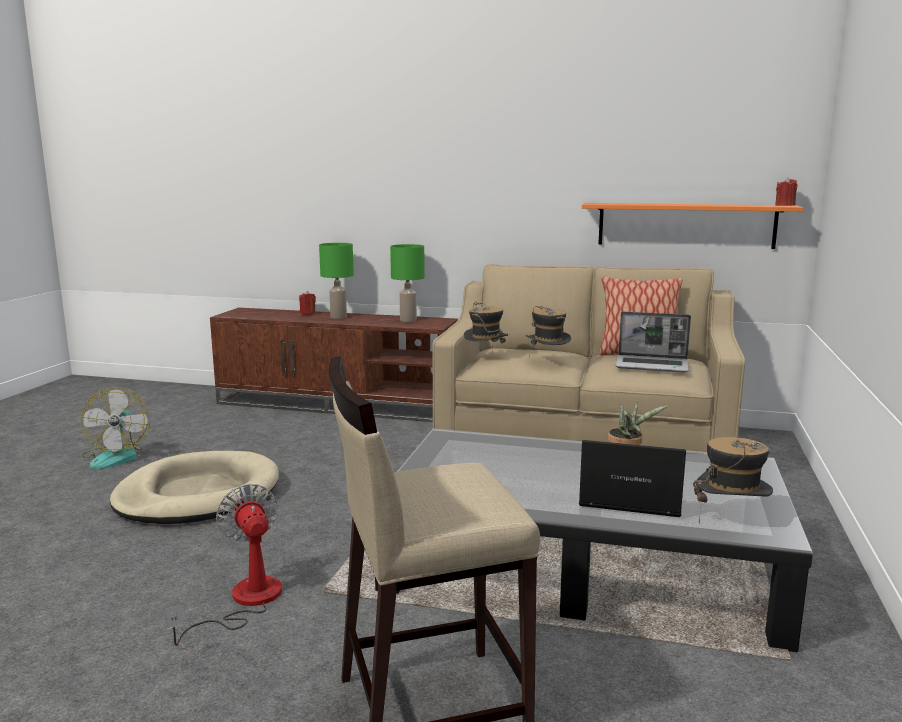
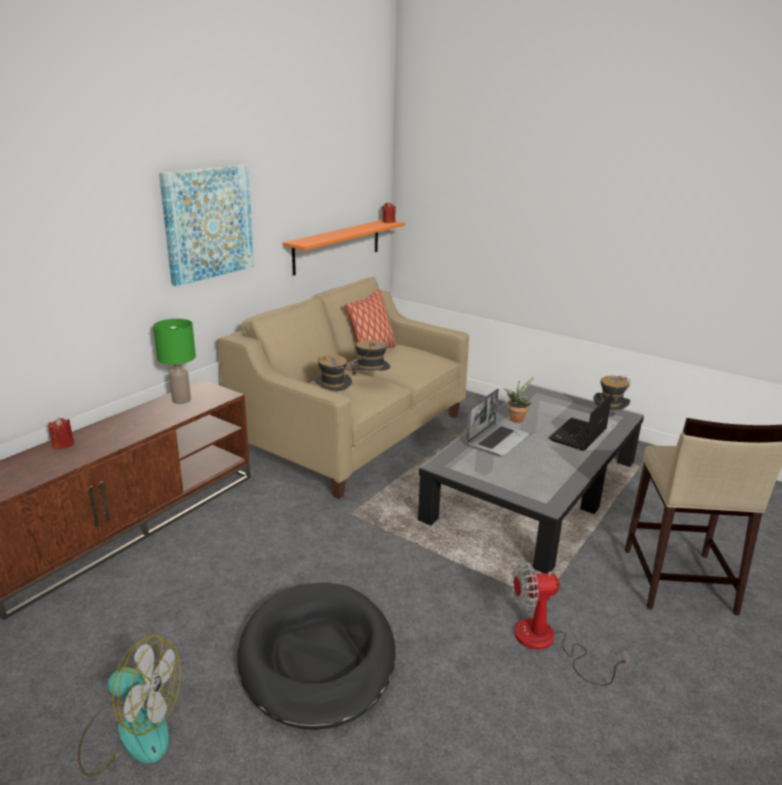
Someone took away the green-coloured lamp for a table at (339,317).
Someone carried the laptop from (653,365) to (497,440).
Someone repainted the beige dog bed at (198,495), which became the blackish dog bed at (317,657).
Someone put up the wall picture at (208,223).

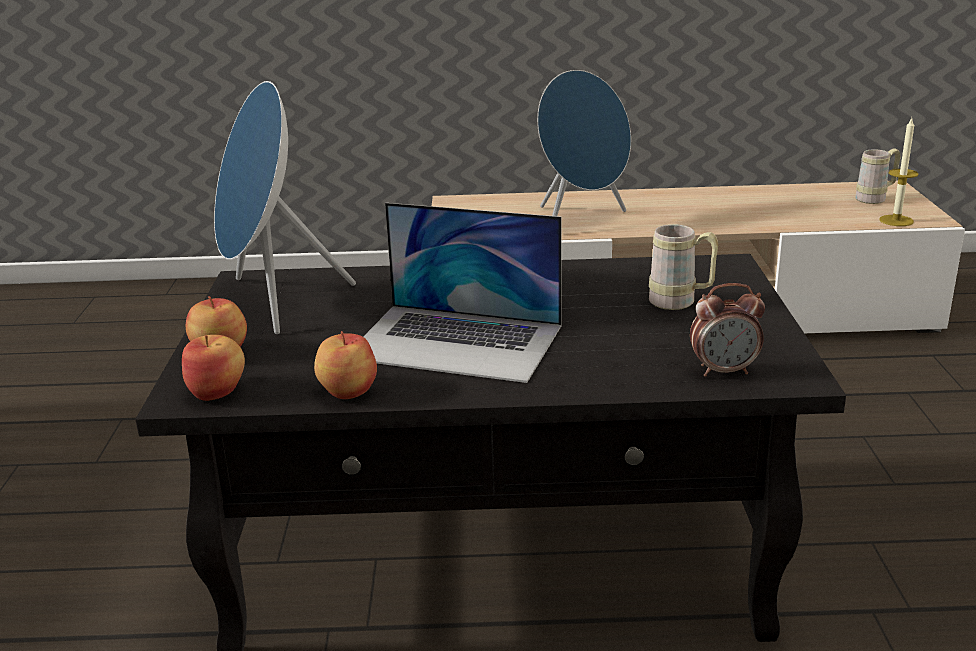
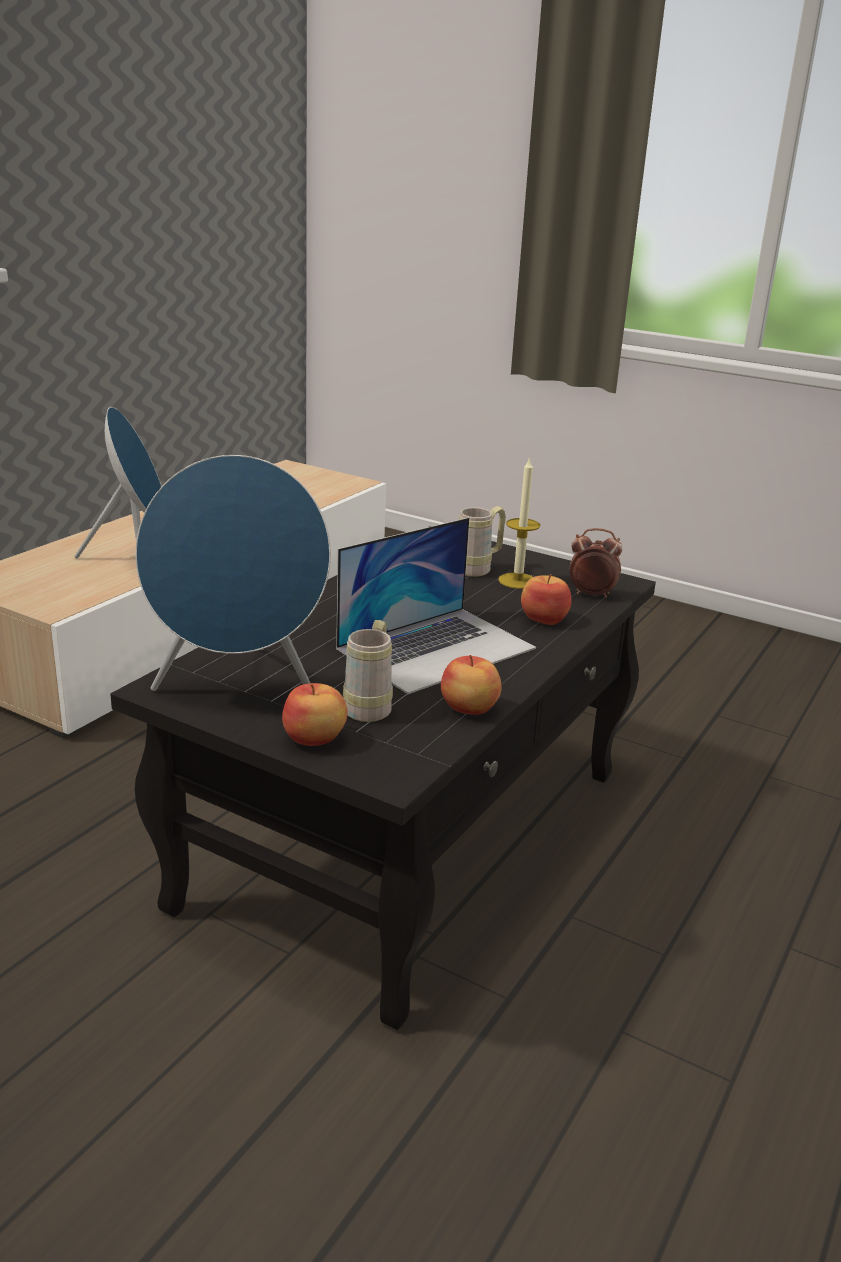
Someone carried the wax light from (896,220) to (517,581).
Someone carried the beige mug from (875,199) to (370,705).
Someone rotated the table clock at (724,371) by 105 degrees counterclockwise.
Someone carried the whole apple from (217,391) to (544,619).

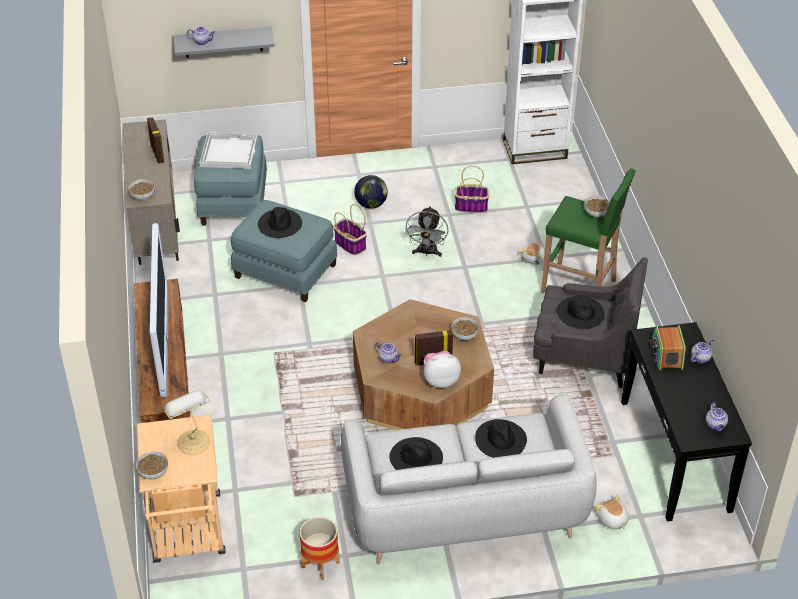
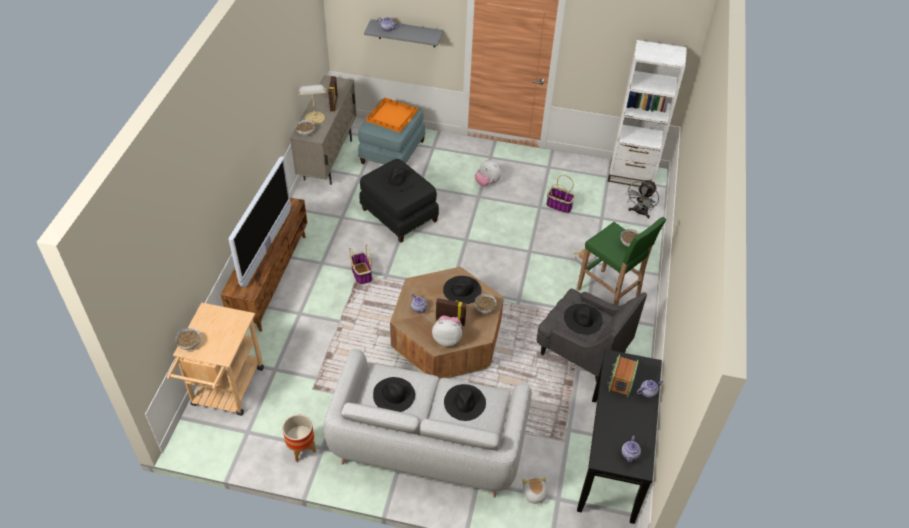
Someone repainted the white tray at (228,152), which became the orangey tray at (392,115).
Someone swapped the desk globe at (371,204) for the soft toy at (487,182).
Someone repainted the bluish pouffe at (284,272), which became the blackish pouffe at (398,215).
Someone carried the basket from (349,244) to (361,273).
Someone carried the grey cooling fan from (427,253) to (639,212).
Someone carried the lamp for a table from (192,441) to (314,117).
Someone put down the blackish wearable hat at (462,290).

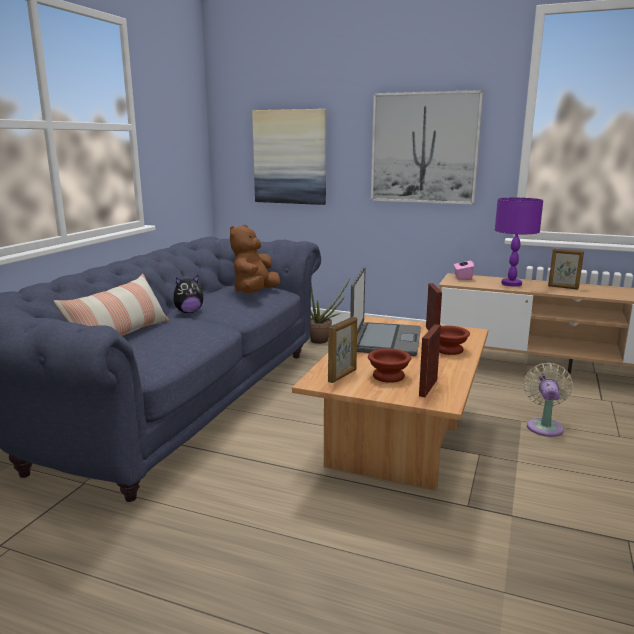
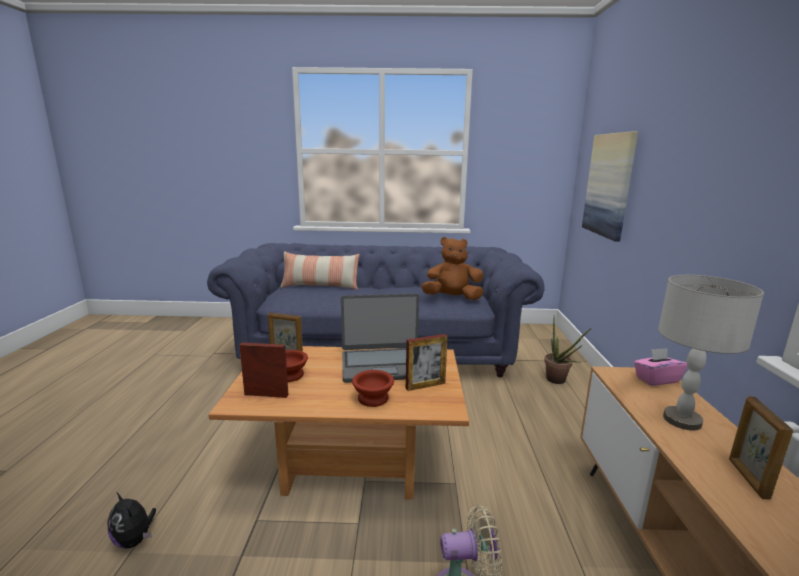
Someone took away the wall picture at (424,148).
Someone repainted the purplish lamp for a table at (511,284), which became the grey lamp for a table at (681,420).
Someone carried the soft toy from (188,312) to (135,540).

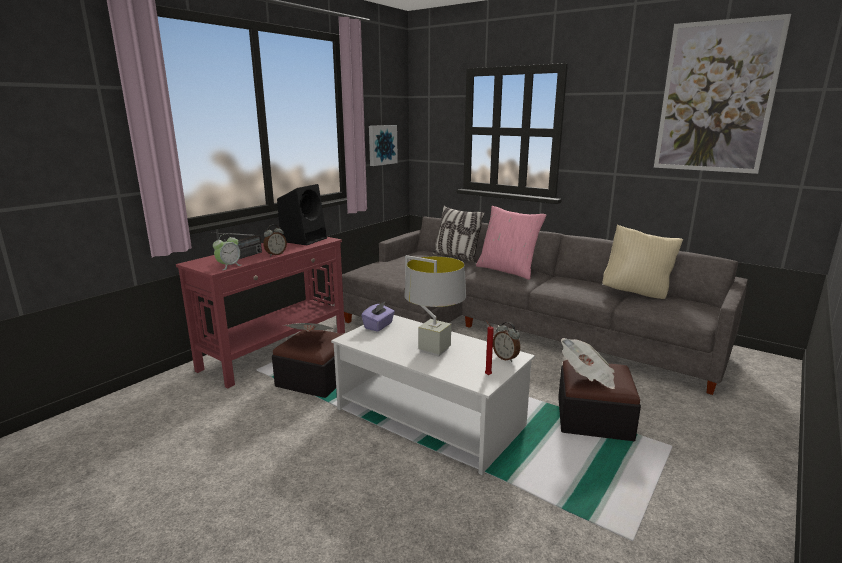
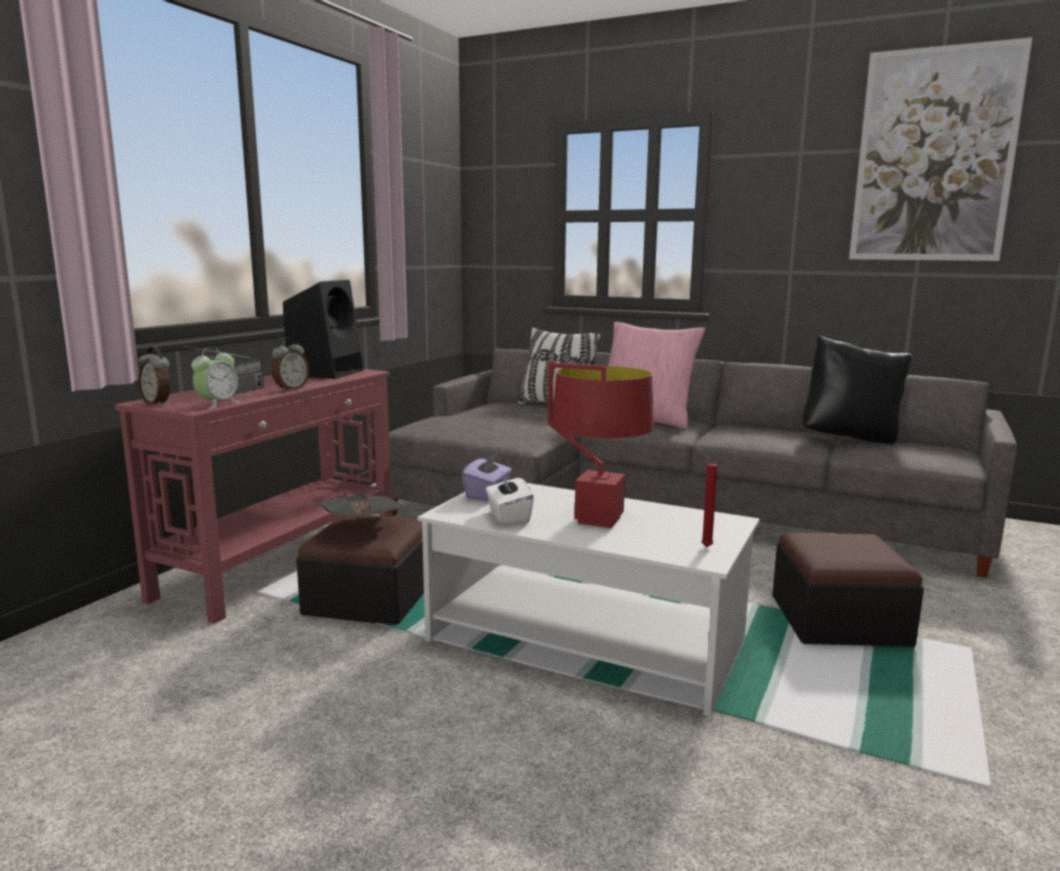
Someone took away the wall picture at (381,145).
Someone repainted the beige cushion at (636,293), which became the blackish cushion at (850,439).
Someone repainted the grey lamp for a table at (434,350), which became the red lamp for a table at (598,520).
Someone carried the table clock from (506,358) to (158,404).
Someone took away the daily paper at (587,376).
Someone put down the white tissue box at (508,517).

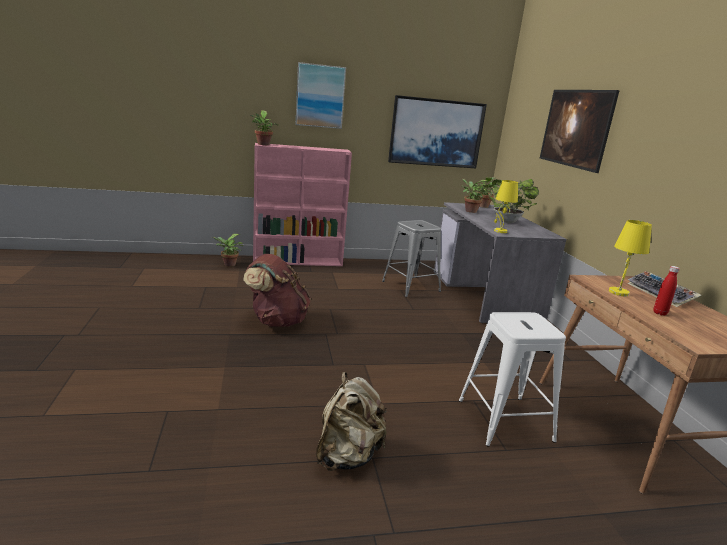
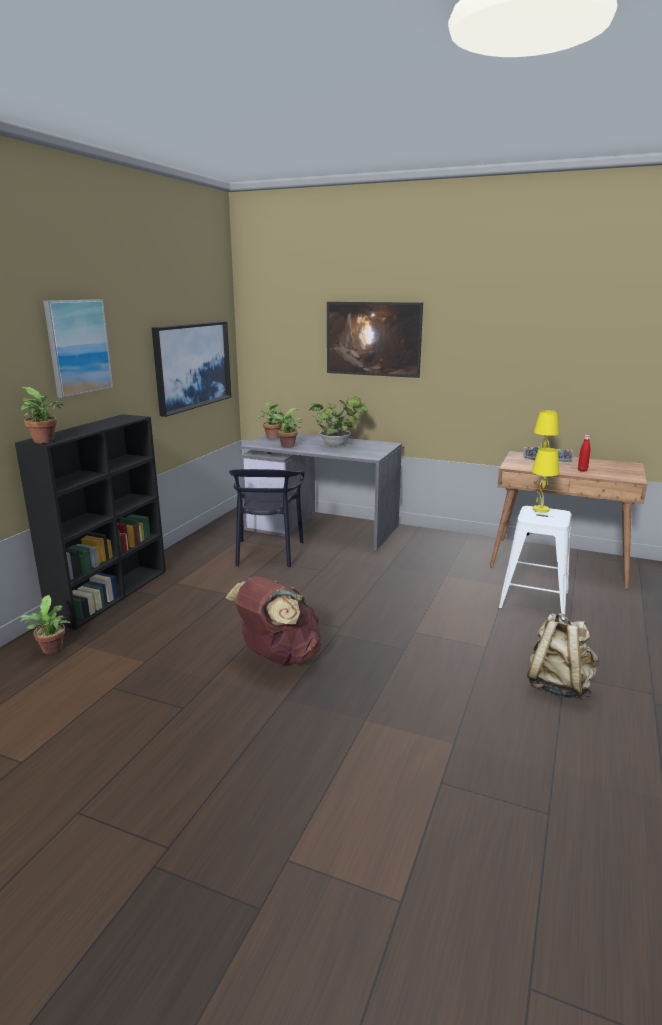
Someone repainted the pink-coloured bookshelf at (298,261), which became the blackish bookshelf at (111,594).
Someone carried the yellow lamp for a table from (500,231) to (540,510).
Someone swapped the grey stool seat at (411,286) for the blackish upright chair at (267,553).

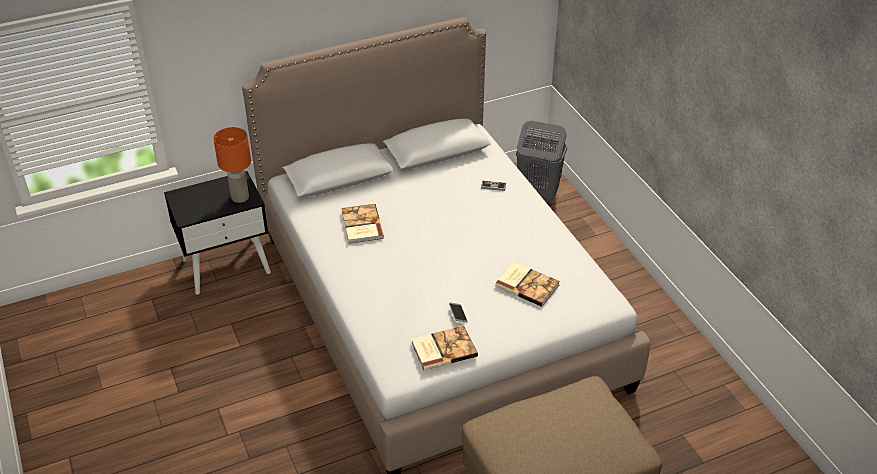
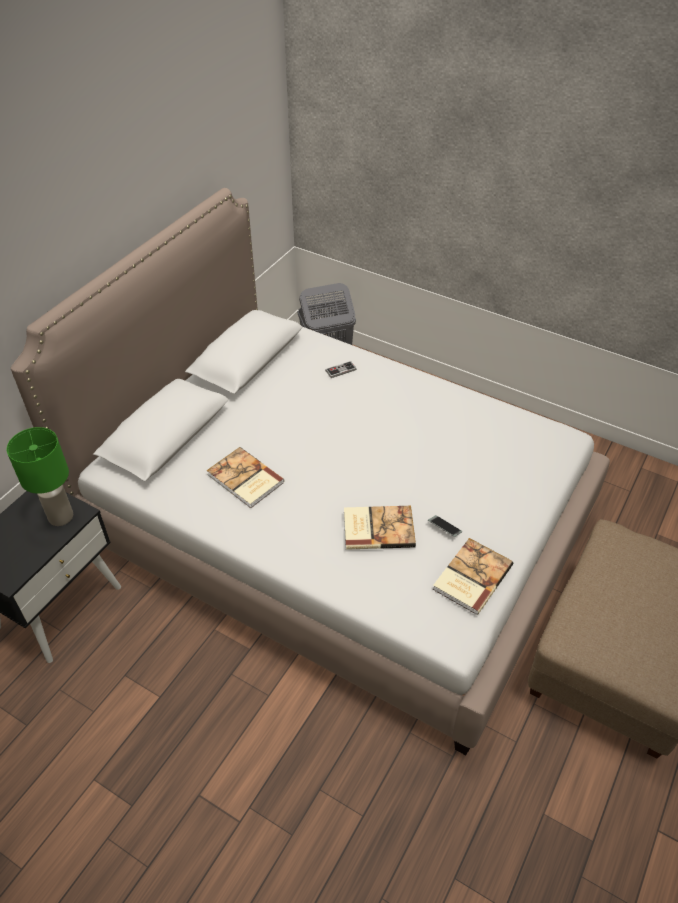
Someone repainted the orangey lamp for a table at (239,197), which became the green-coloured lamp for a table at (60,517).
Someone carried the bound book from (527,285) to (377,528).

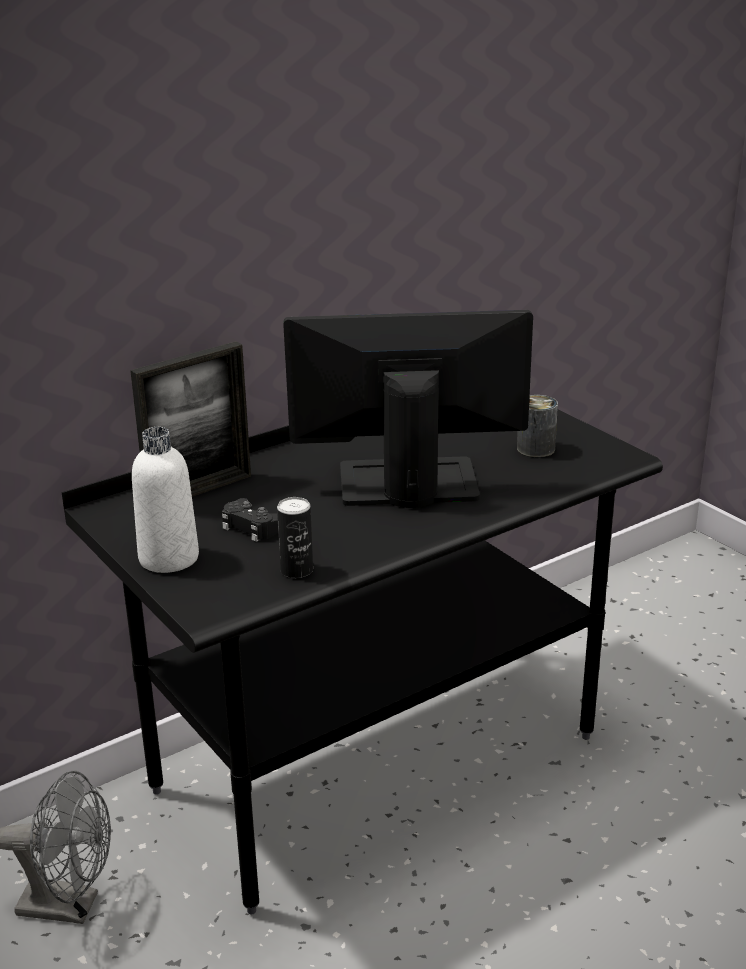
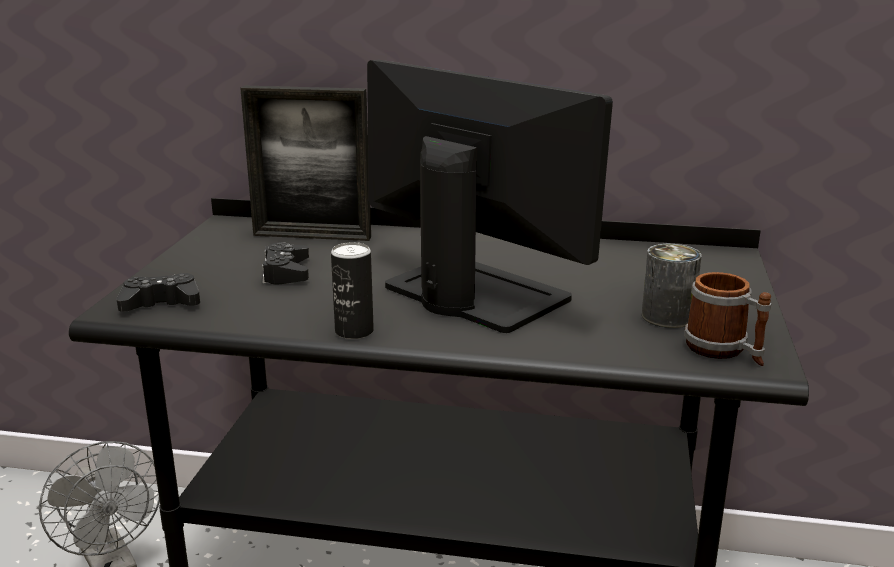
Someone took away the white drink bottle at (169,558).
Someone carried the metal can from (296,570) to (354,331).
Someone put down the mug at (724,351).
Someone put down the blackish game controller at (161,303).

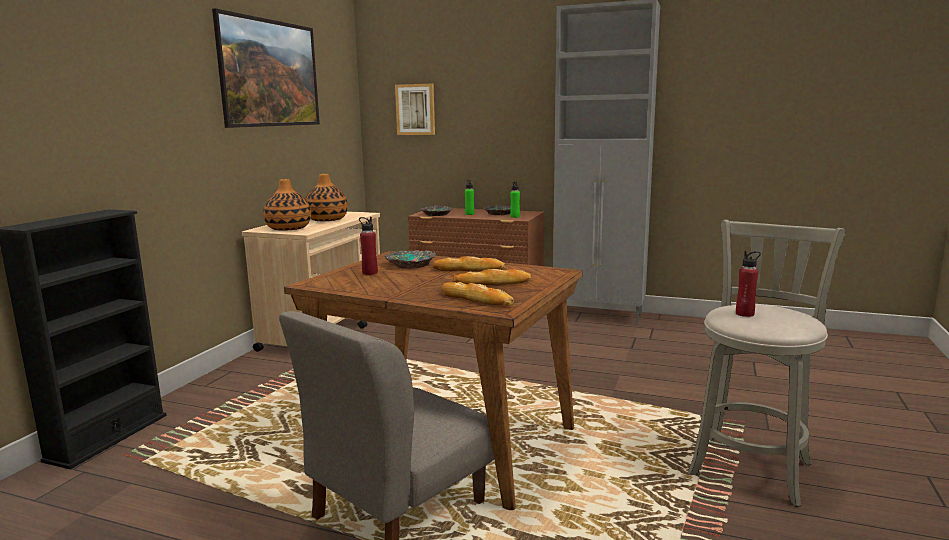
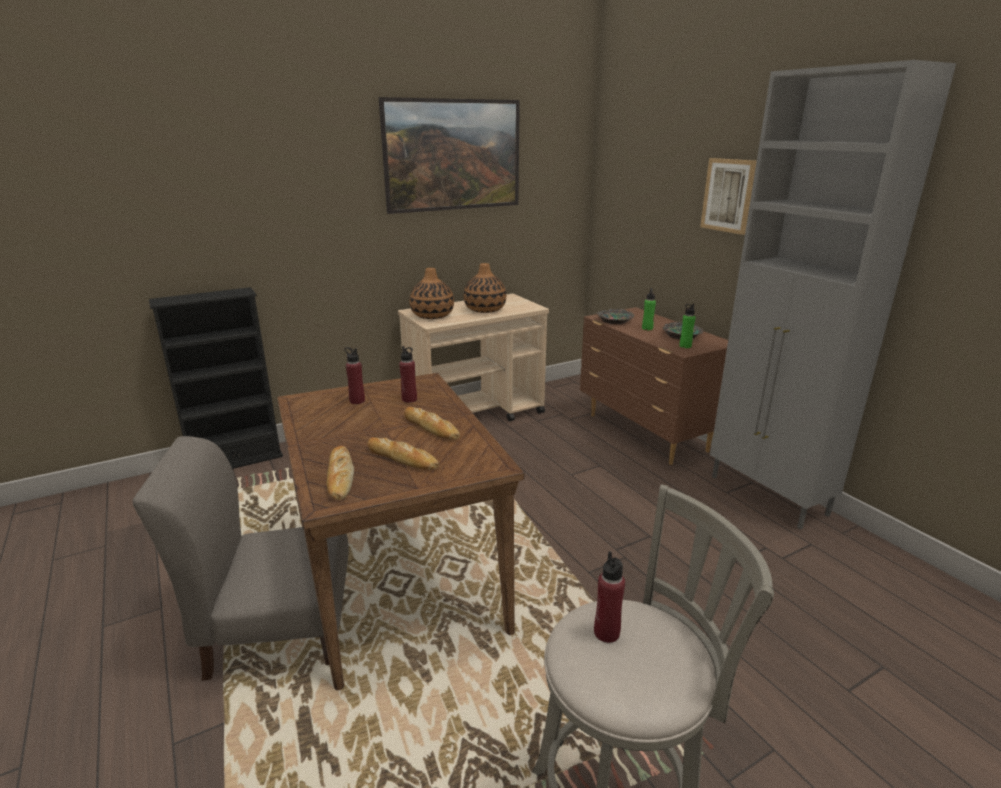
Someone carried the wall picture from (415,109) to (729,195).
Someone swapped the bowl at (410,264) for the red drink bottle at (409,399).

